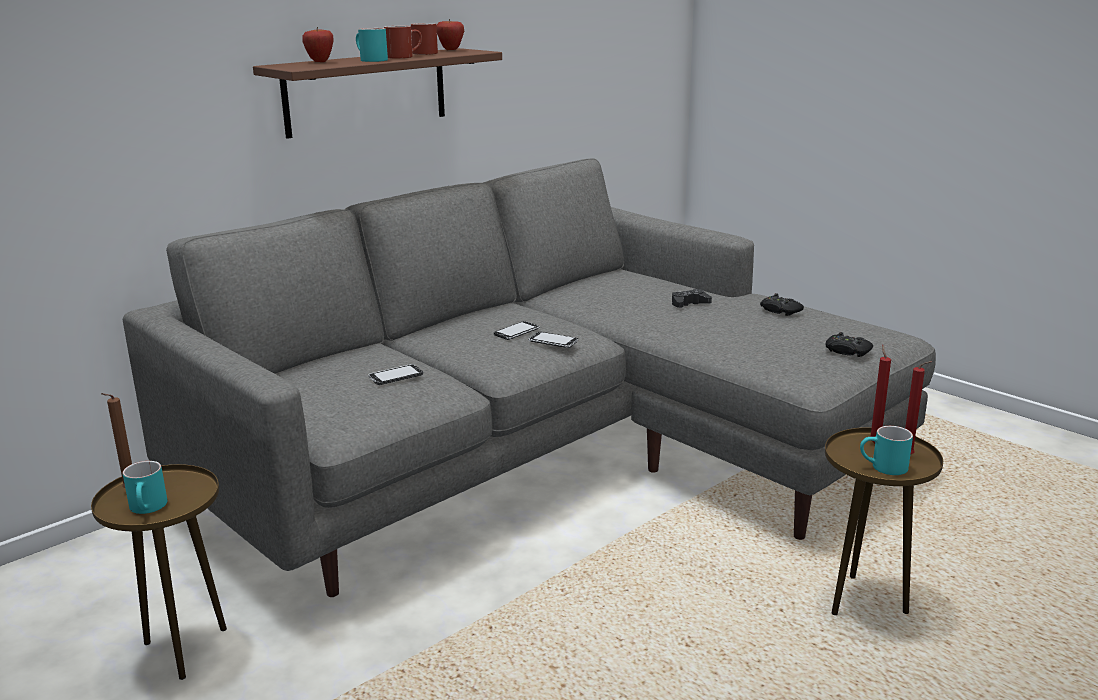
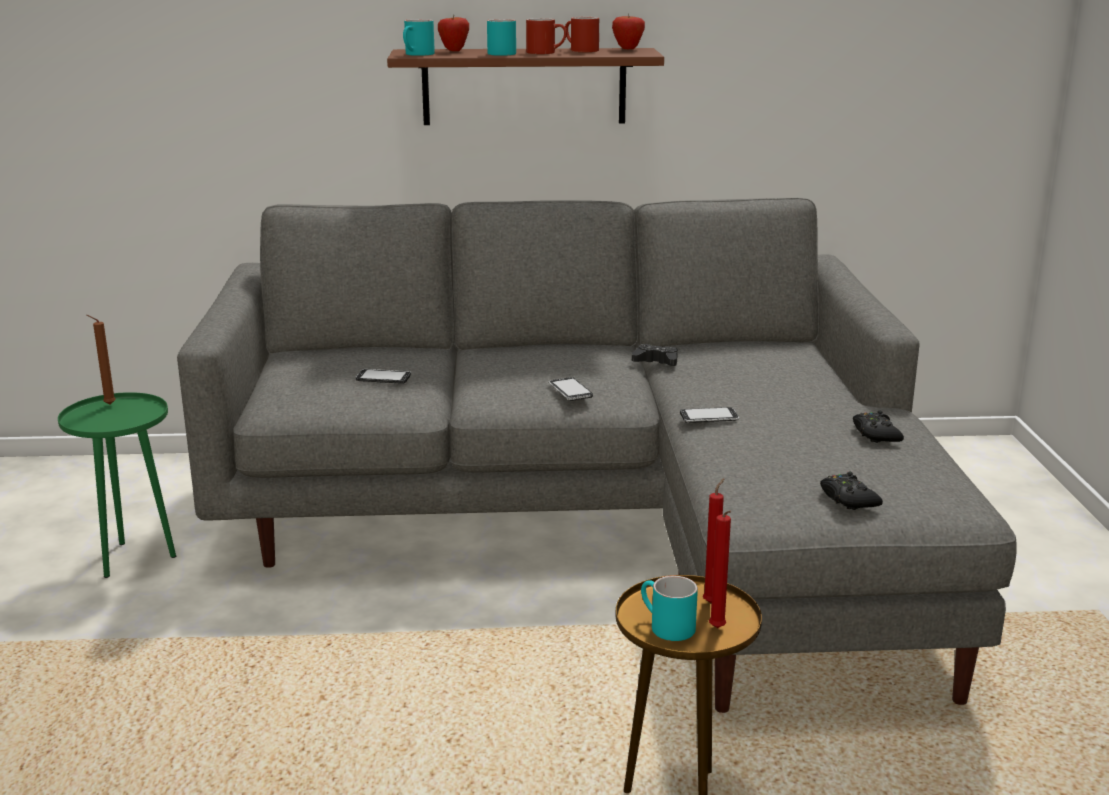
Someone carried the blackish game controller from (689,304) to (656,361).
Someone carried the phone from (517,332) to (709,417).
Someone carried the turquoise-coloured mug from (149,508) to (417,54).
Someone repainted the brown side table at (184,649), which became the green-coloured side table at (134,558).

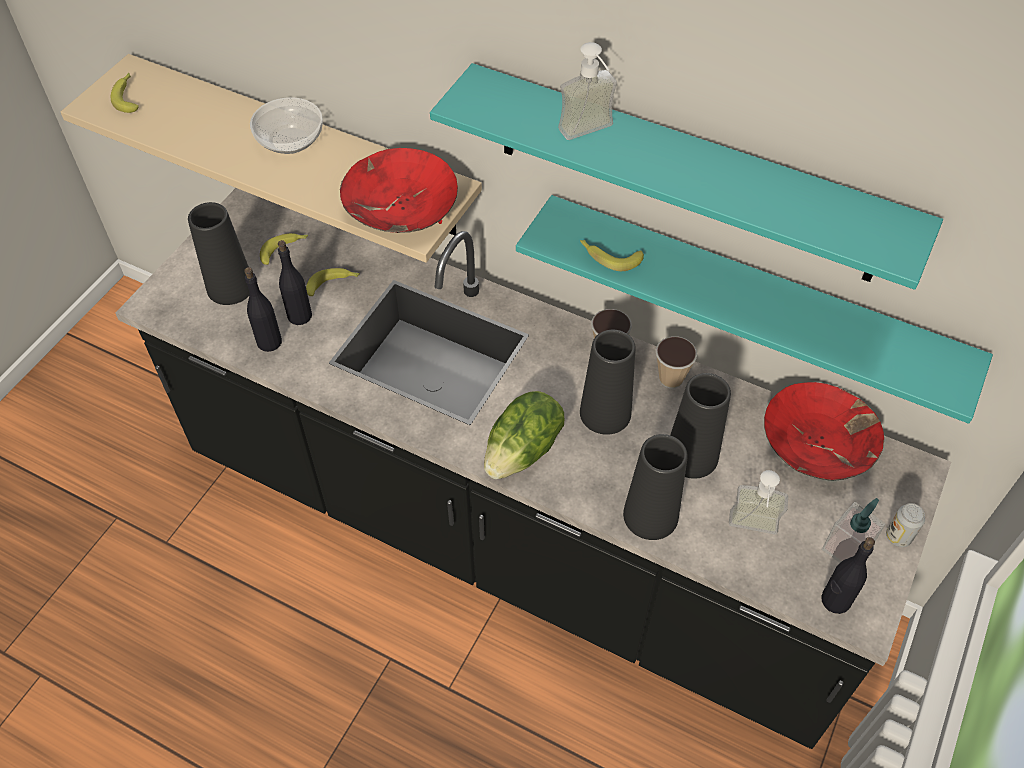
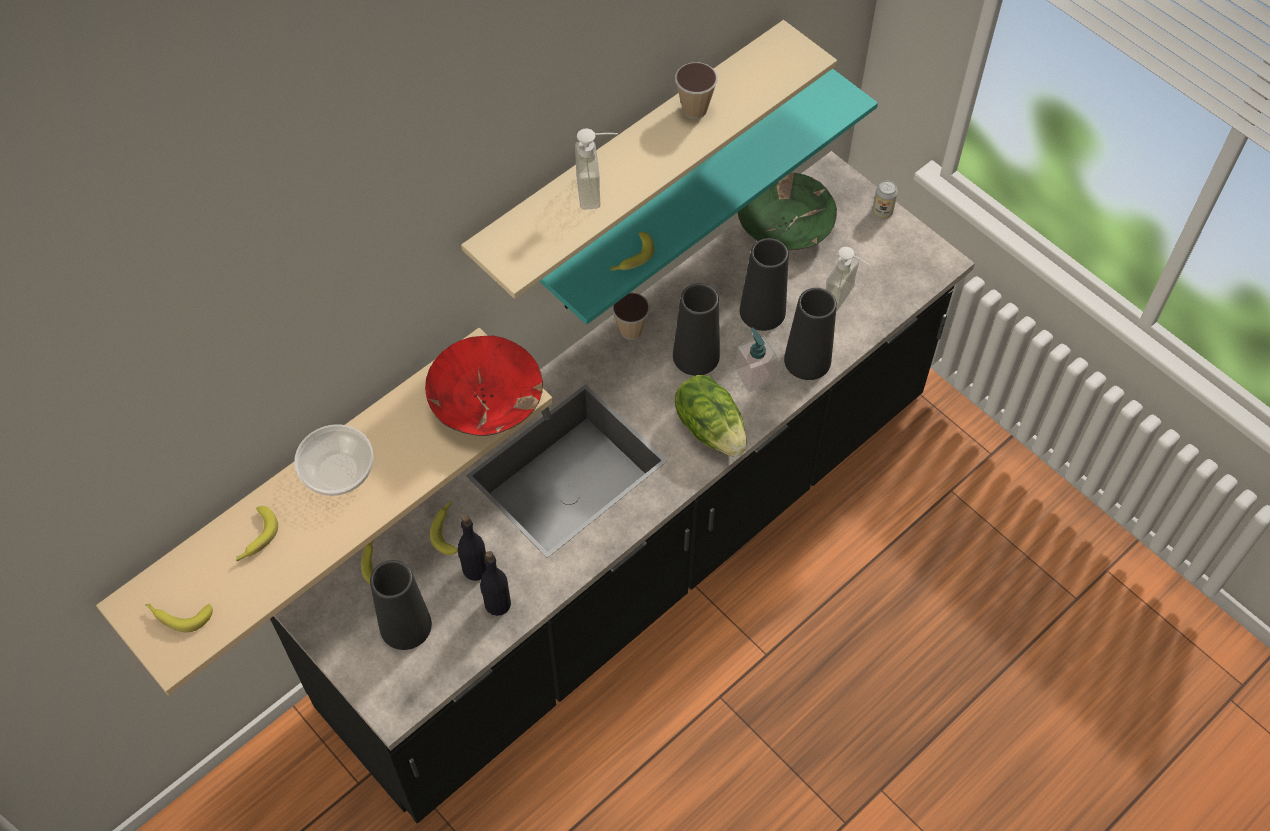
Someone repainted the turquoise-coloured wall shelf at (685,175), which became the beige wall shelf at (630,156).
Someone carried the cup from (671,379) to (694,109).
Someone repainted the red bowl at (817,446), which became the green-coloured bowl at (785,226).
Someone carried the liquid soap bottle from (846,549) to (754,376).
Someone took away the blackish drink bottle at (835,600).
Someone put down the banana at (255,538).

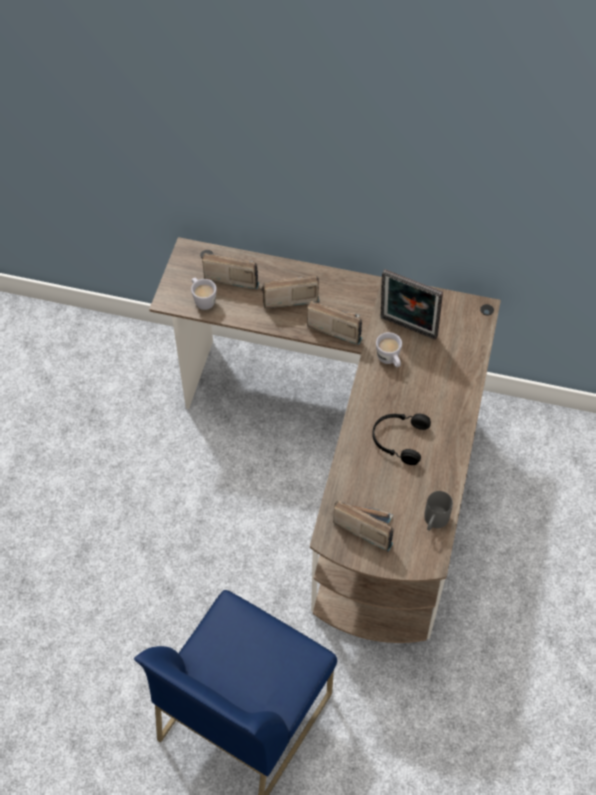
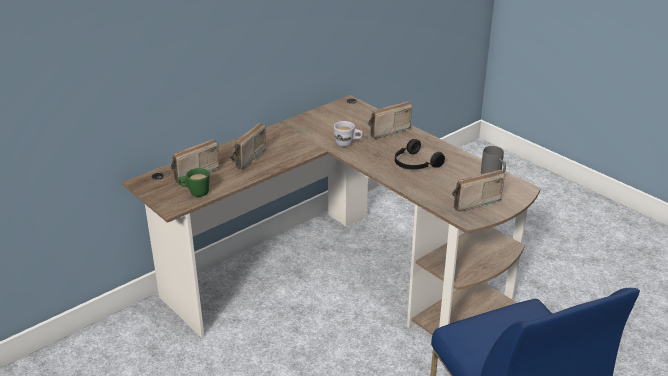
Someone took away the standing frame at (407,329).
Someone repainted the white mug at (202,300), which became the green-coloured mug at (195,193).
Someone carried the radio set from (335,326) to (385,131).

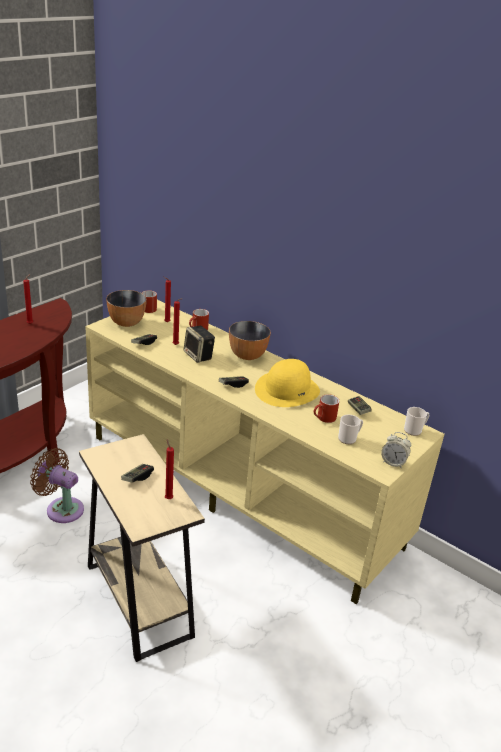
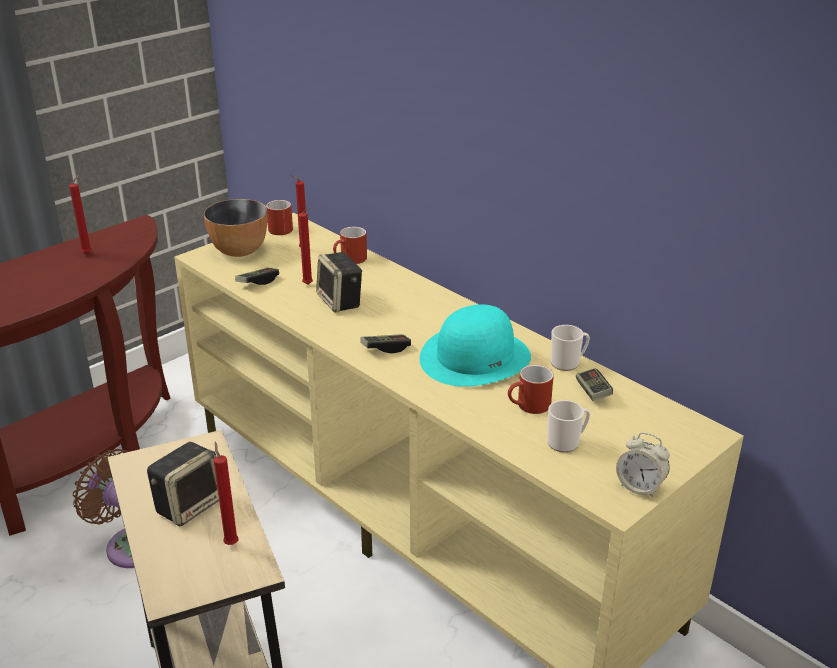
Someone took away the bowl at (247,355).
Someone repainted the yellow wearable hat at (287,390), which became the turquoise-coloured wearable hat at (475,357).
Someone carried the mug from (414,430) to (568,363).
Someone swapped the game controller at (137,477) for the speaker at (189,505).

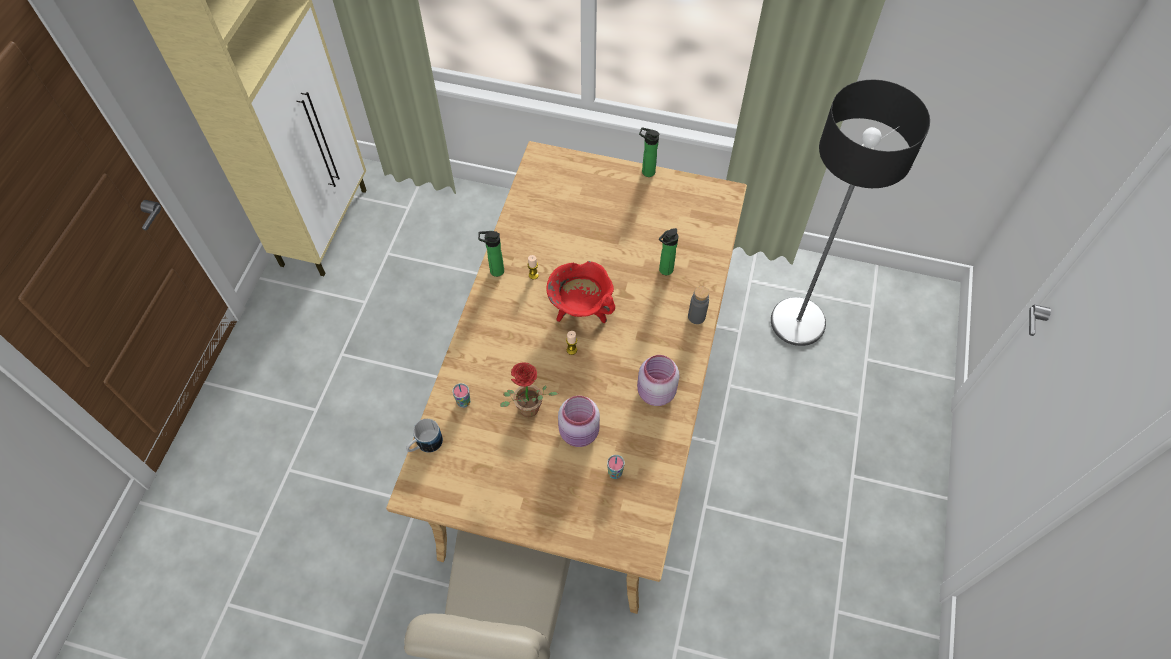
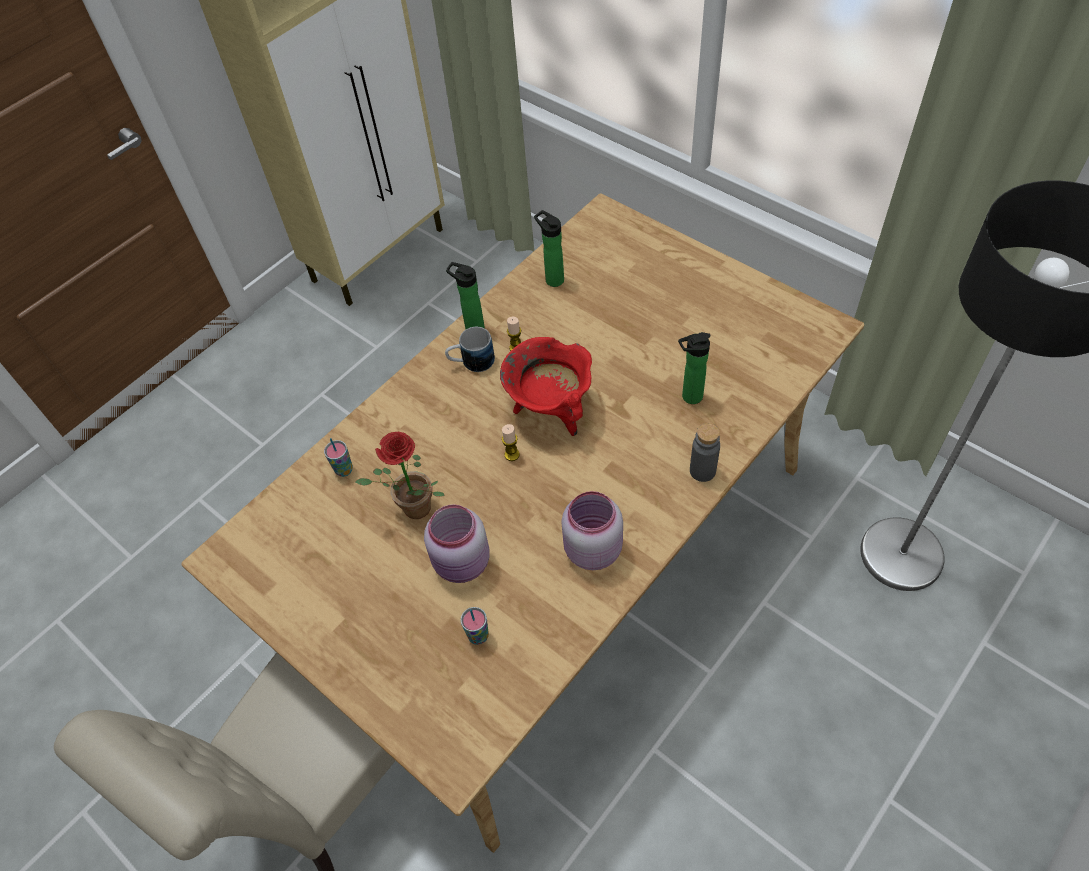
Someone carried the drink bottle from (646,171) to (552,279).
Someone carried the mug from (425,445) to (471,362).

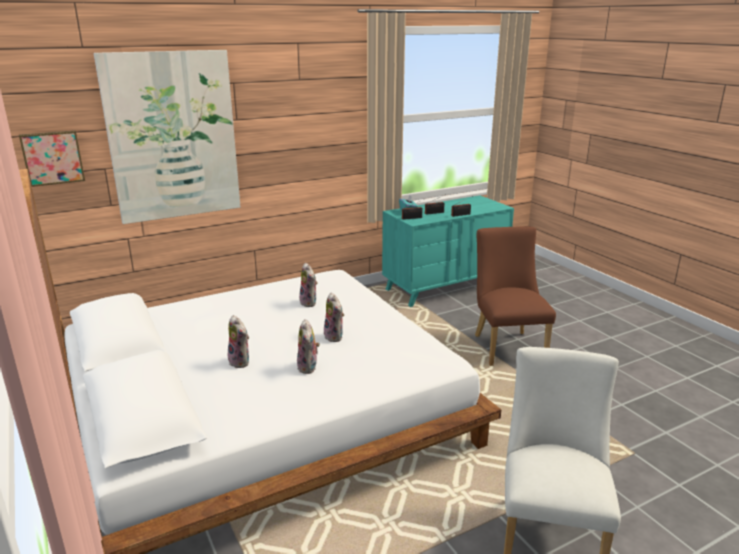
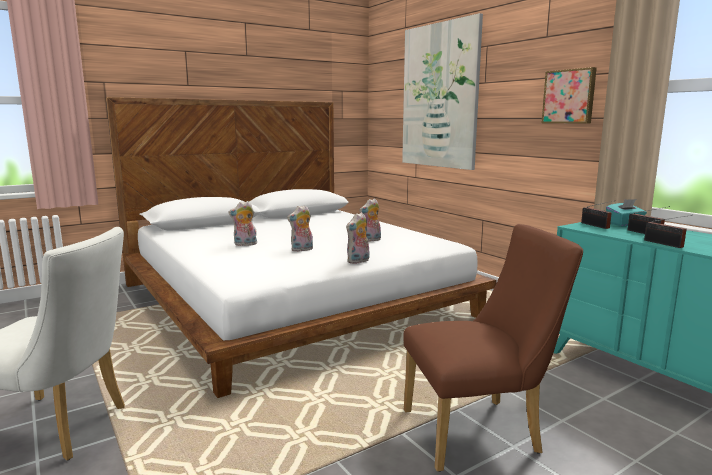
Someone carried the wall picture from (52,157) to (569,96).
Someone carried the soft toy from (241,362) to (358,261).

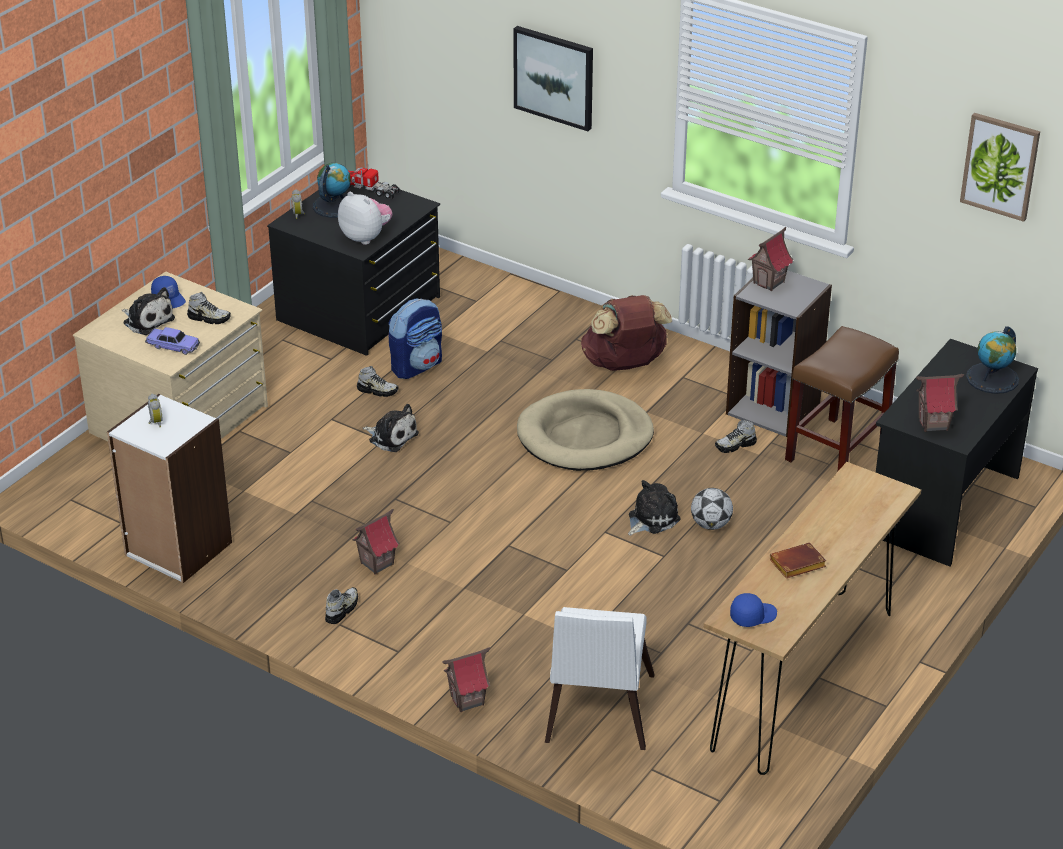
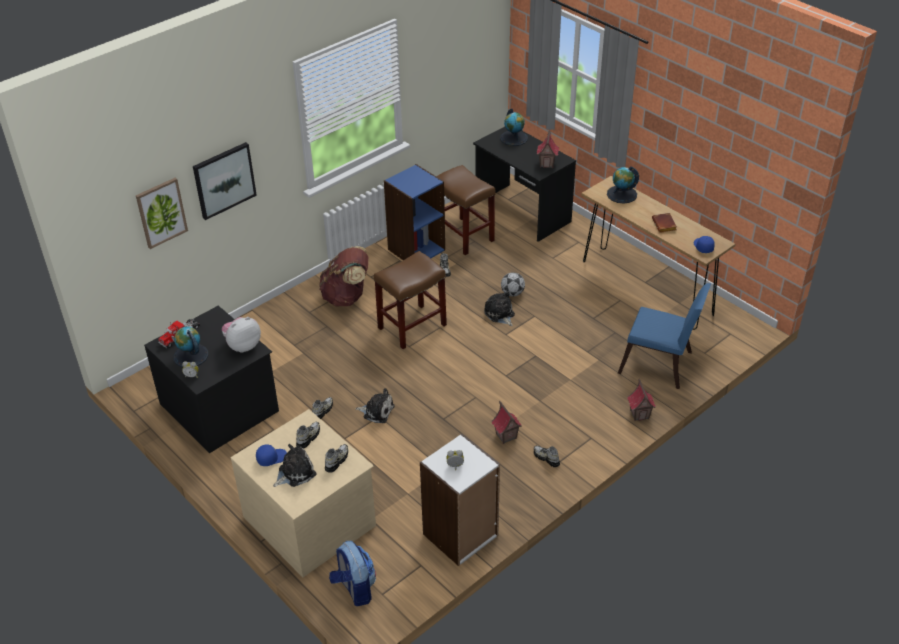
Someone carried the wall picture from (1000,166) to (161,212).
Someone took away the toy house at (769,282).
Someone repainted the grey bookshelf at (773,408), which became the bluish bookshelf at (416,249).
Someone carried the rucksack from (417,366) to (354,589).
Someone swapped the toy car at (173,346) for the low shoe at (336,461).
Someone swapped the beige dog bed at (585,436) for the brown stool seat at (412,326).
Someone rotated the soft toy at (391,436) by 60 degrees clockwise.
Someone repainted the white upright chair at (597,714), which became the bluish upright chair at (660,365).
Someone put down the desk globe at (622,194).

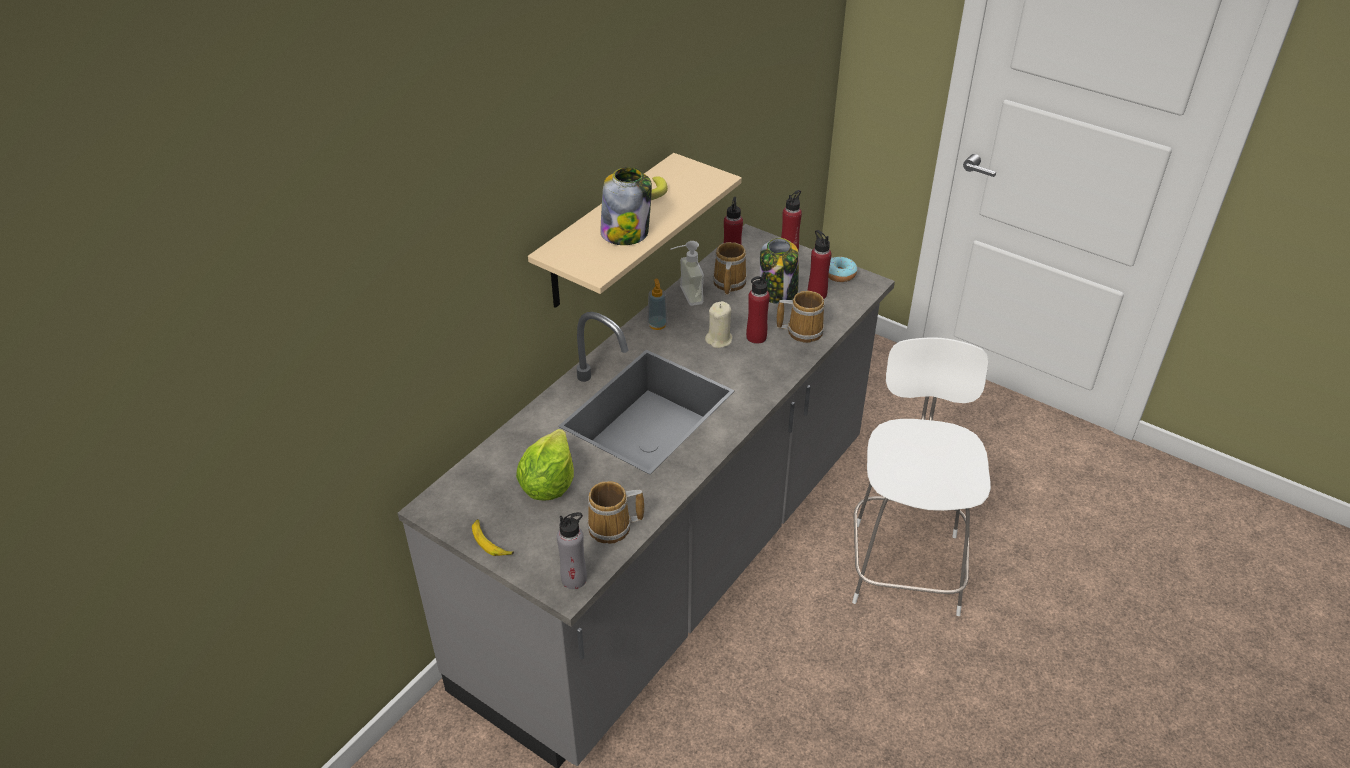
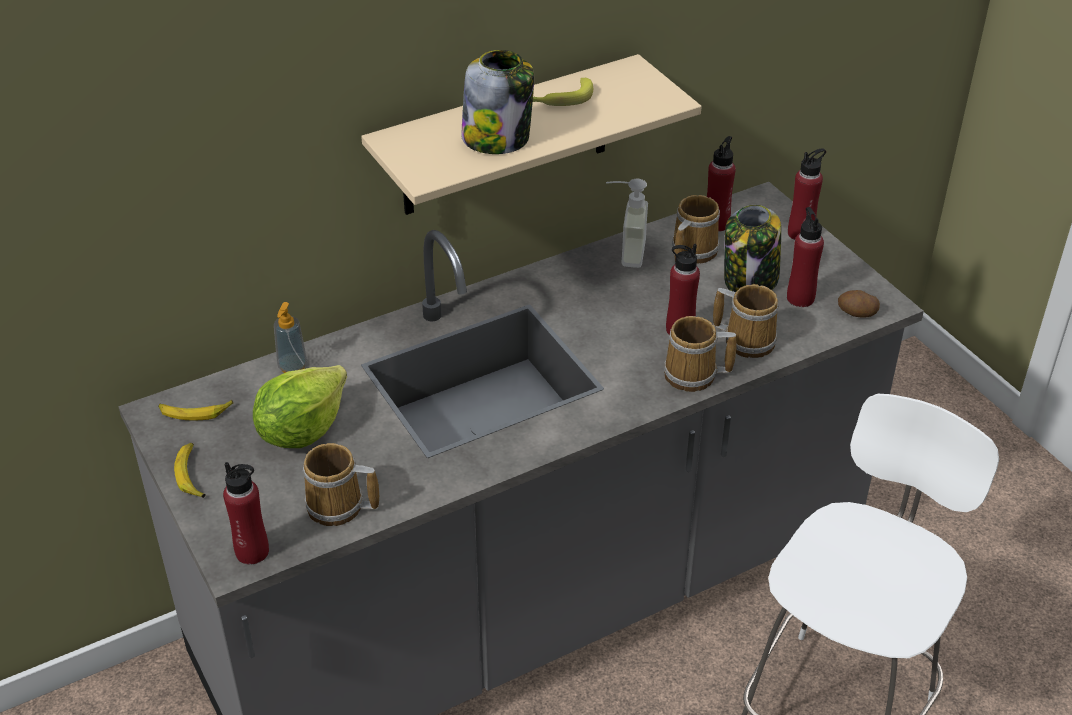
Someone took away the donut at (839,274).
Someone carried the liquid soap bottle from (657,325) to (292,366).
Someone took away the beige wax light at (719,340).
Someone repainted the grey drink bottle at (574,579), which became the red drink bottle at (252,552).
Someone put down the spud at (856,313).
Someone put down the mug at (694,376).
Someone put down the banana at (195,412).

